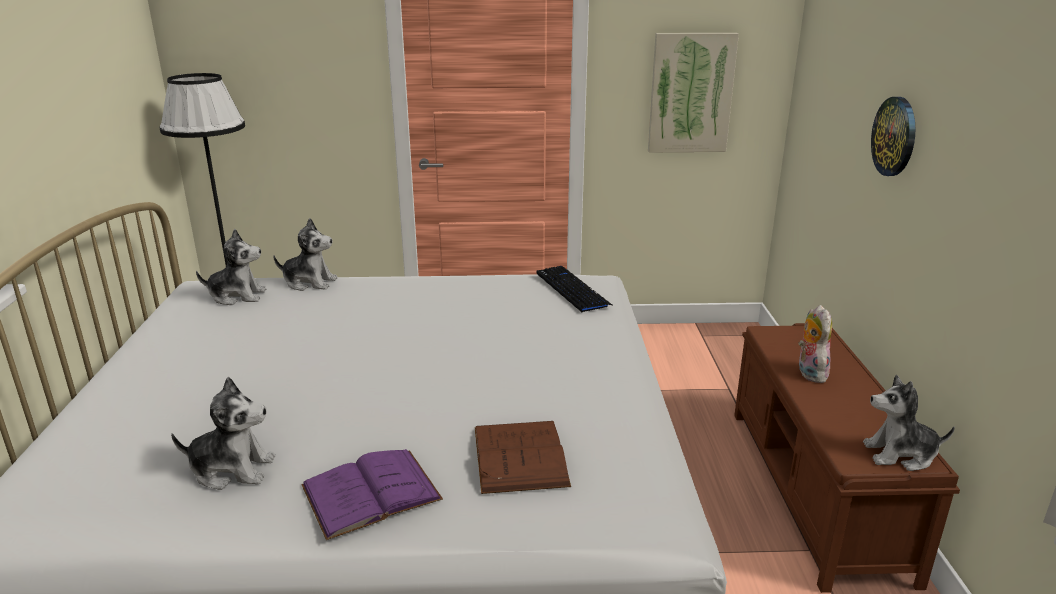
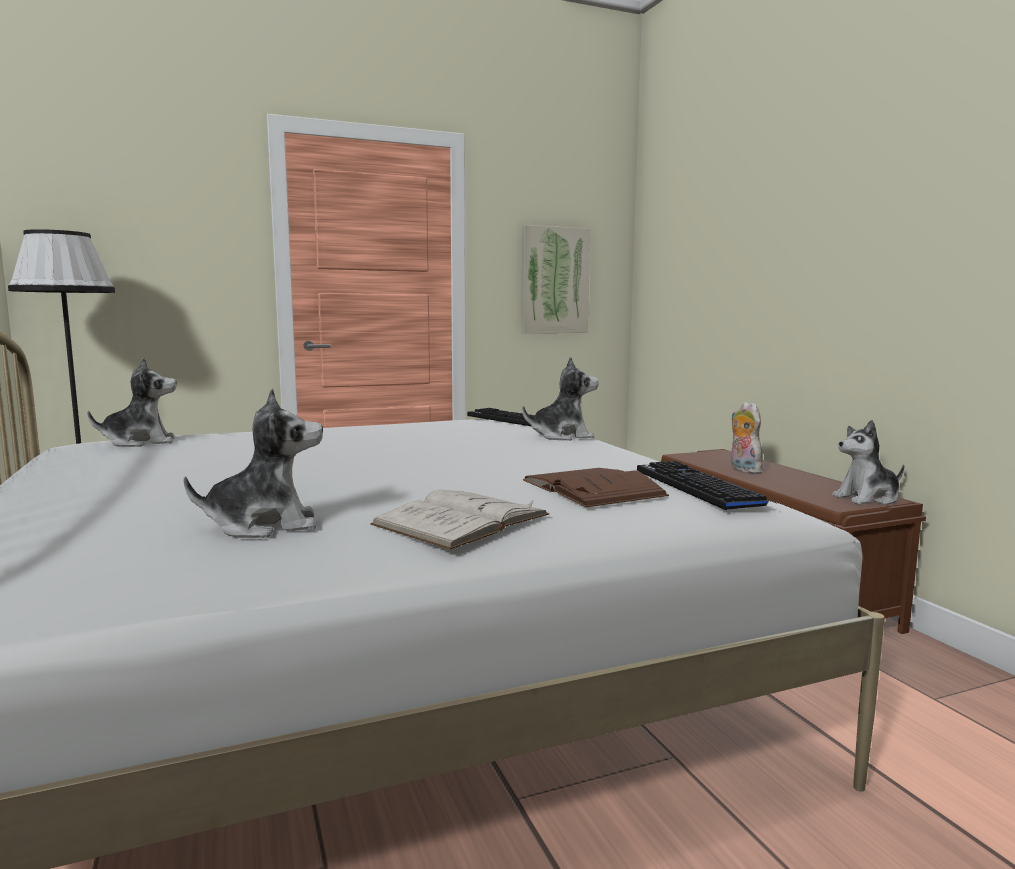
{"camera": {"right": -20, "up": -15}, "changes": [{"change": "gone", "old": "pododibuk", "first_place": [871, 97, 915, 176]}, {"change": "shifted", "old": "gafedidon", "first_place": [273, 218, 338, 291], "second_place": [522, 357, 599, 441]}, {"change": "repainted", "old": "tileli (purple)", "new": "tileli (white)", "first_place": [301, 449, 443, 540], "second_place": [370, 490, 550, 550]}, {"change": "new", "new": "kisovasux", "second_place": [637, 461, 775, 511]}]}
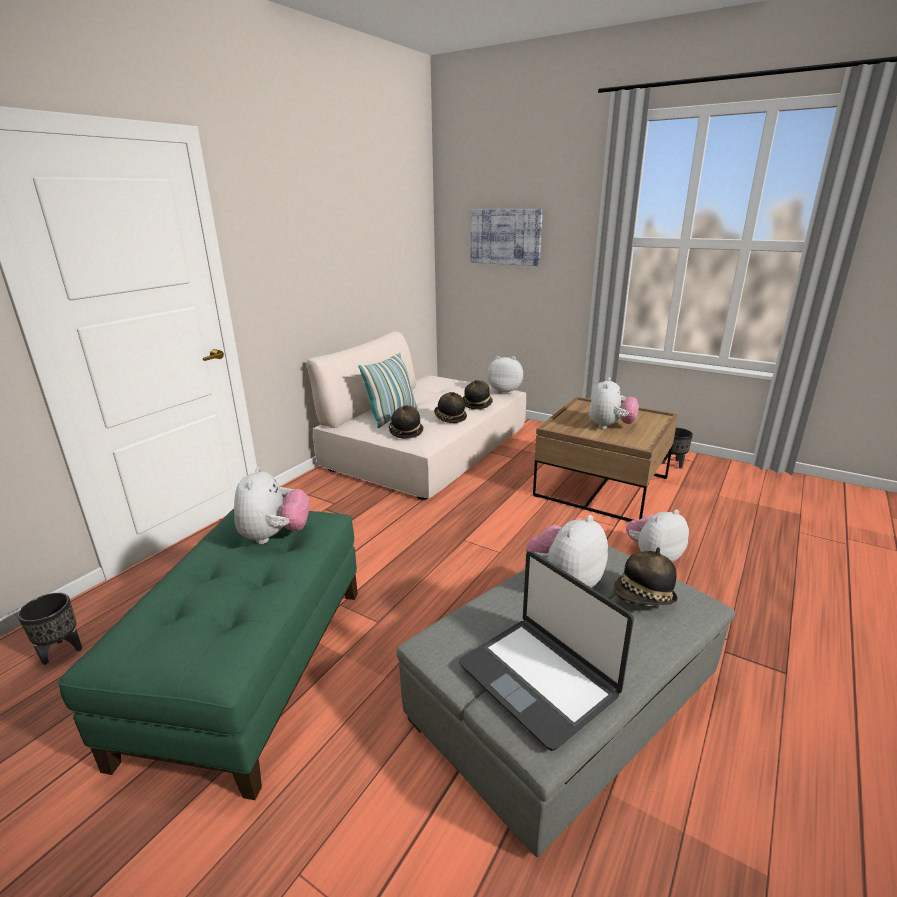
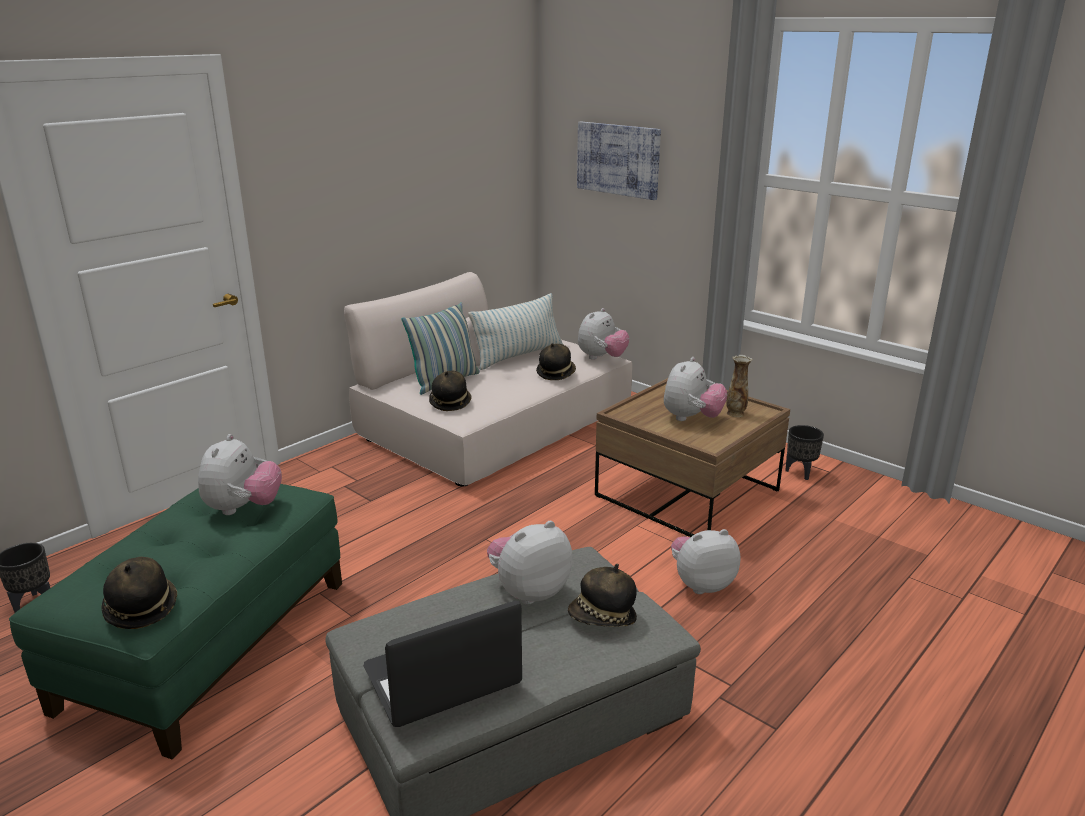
{"camera": {"right": 10, "up": 0}, "changes": [{"change": "rotated", "old": "gafedidon", "first_place": [487, 356, 523, 394], "second_place": [578, 308, 630, 360], "degrees": 105}, {"change": "shifted", "old": "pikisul", "first_place": [434, 392, 467, 423], "second_place": [101, 557, 177, 629]}, {"change": "rotated", "old": "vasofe", "first_place": [459, 551, 634, 751], "second_place": [364, 601, 522, 727], "degrees": 90}, {"change": "new", "new": "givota", "second_place": [468, 293, 563, 370]}, {"change": "new", "new": "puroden", "second_place": [726, 355, 753, 417]}]}
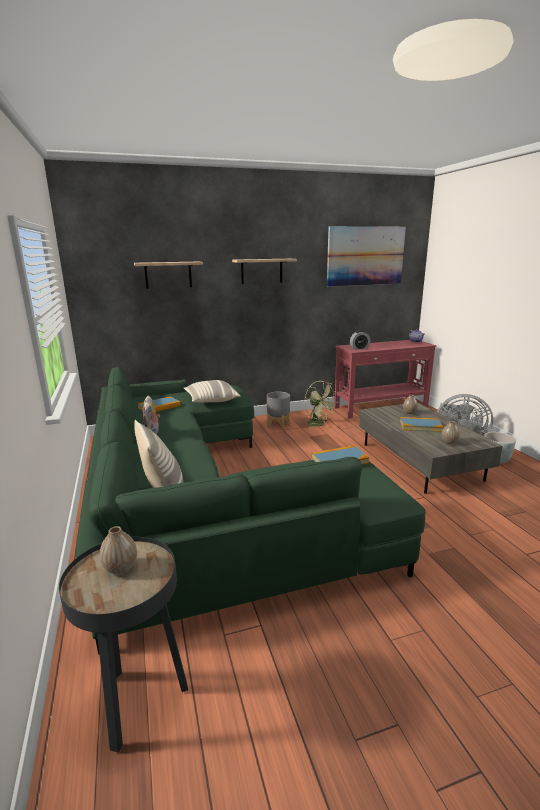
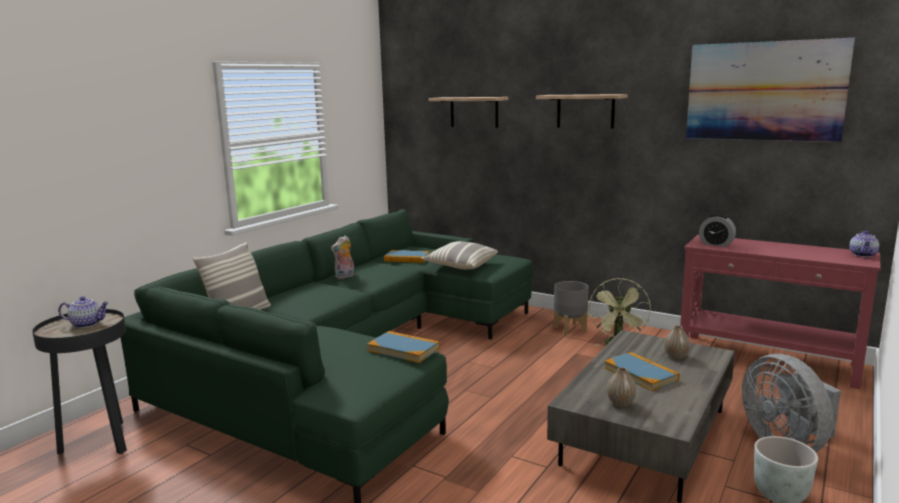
{"camera": {"right": 50, "up": -5}, "changes": [{"change": "swapped", "old": "puroden", "new": "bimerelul", "first_place": [100, 526, 137, 575], "second_place": [58, 296, 109, 328]}]}
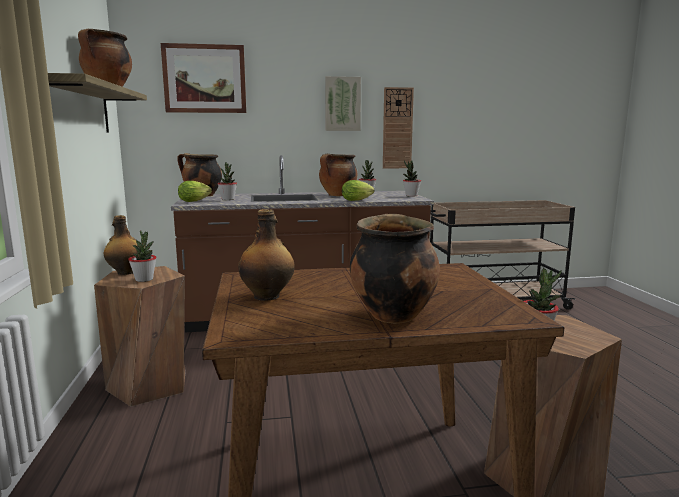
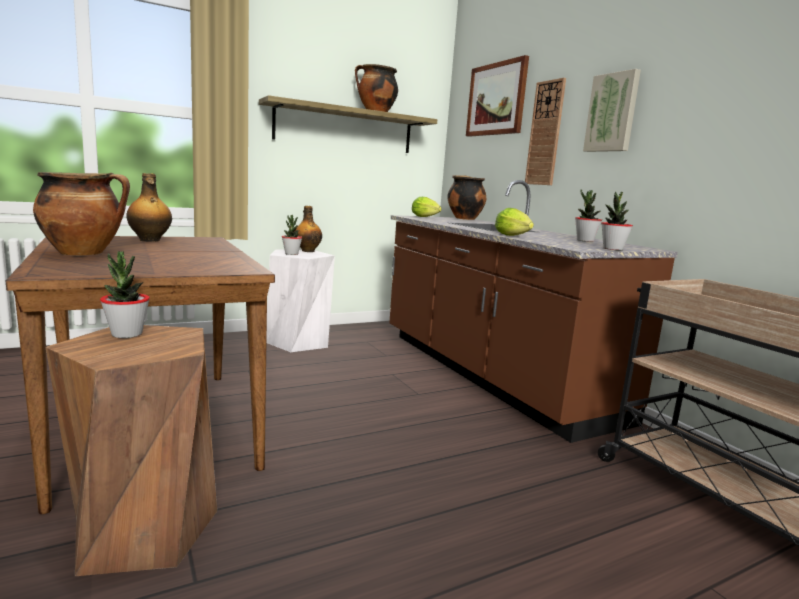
{"camera": {"right": 70, "up": 0}, "changes": [{"change": "shifted", "old": "pododibuk", "first_place": [383, 87, 414, 169], "second_place": [525, 78, 566, 185]}, {"change": "gone", "old": "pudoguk", "first_place": [319, 154, 357, 196]}, {"change": "gone", "old": "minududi", "first_place": [218, 162, 237, 200]}, {"change": "repainted", "old": "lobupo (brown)", "new": "lobupo (white)", "first_place": [94, 266, 186, 407], "second_place": [266, 250, 335, 352]}]}
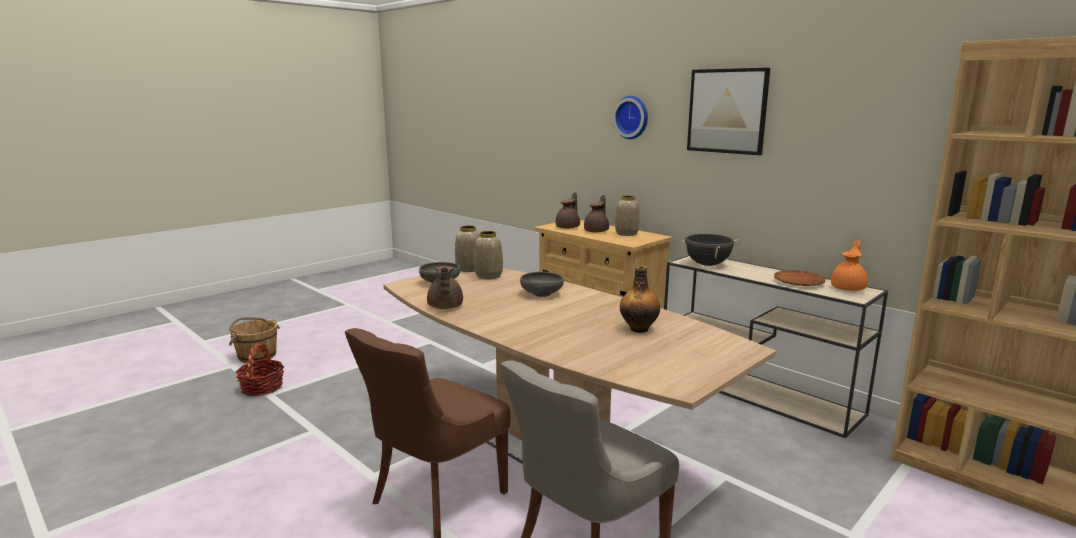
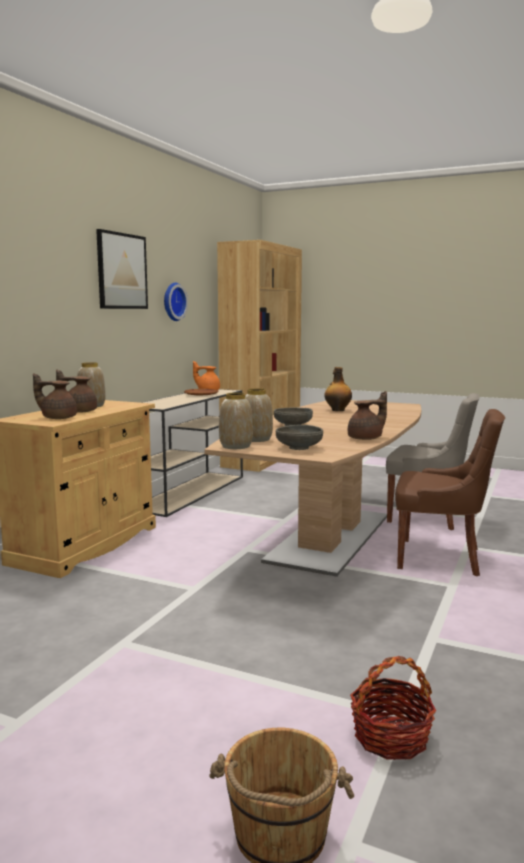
{"camera": {"right": -110, "up": -5}, "changes": [{"change": "shifted", "old": "pododibuk", "first_place": [613, 96, 648, 139], "second_place": [164, 283, 188, 321]}, {"change": "gone", "old": "pudoguk (black)", "first_place": [680, 234, 739, 266]}]}
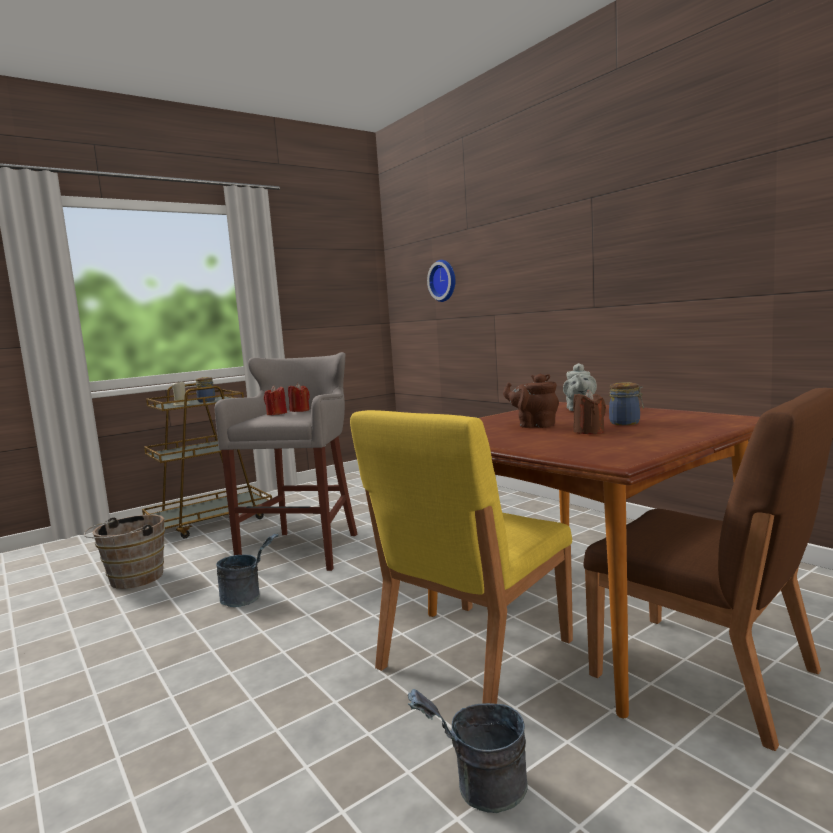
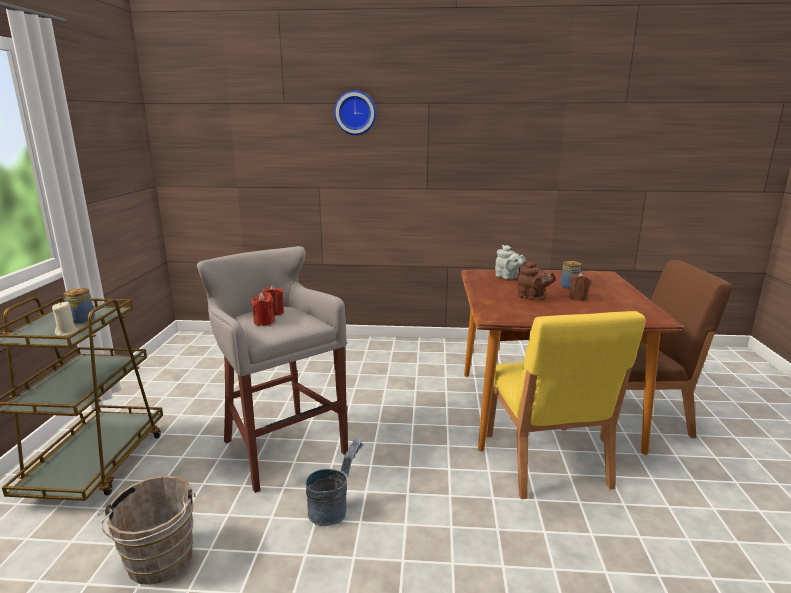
{"camera": {"right": -50, "up": 10}, "changes": [{"change": "shifted", "old": "pododibuk", "first_place": [427, 260, 455, 302], "second_place": [334, 90, 376, 135]}, {"change": "rotated", "old": "bimerelul (brown)", "first_place": [503, 373, 559, 428], "second_place": [517, 261, 556, 300], "degrees": -120}, {"change": "gone", "old": "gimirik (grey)", "first_place": [408, 689, 528, 813]}]}
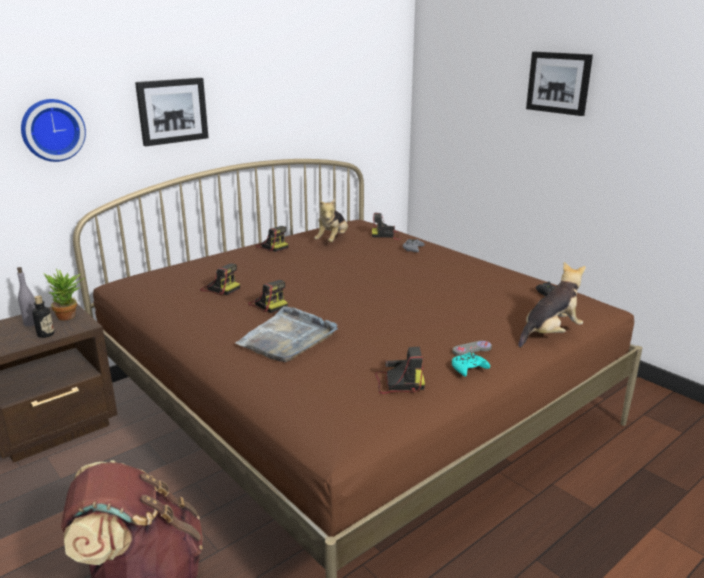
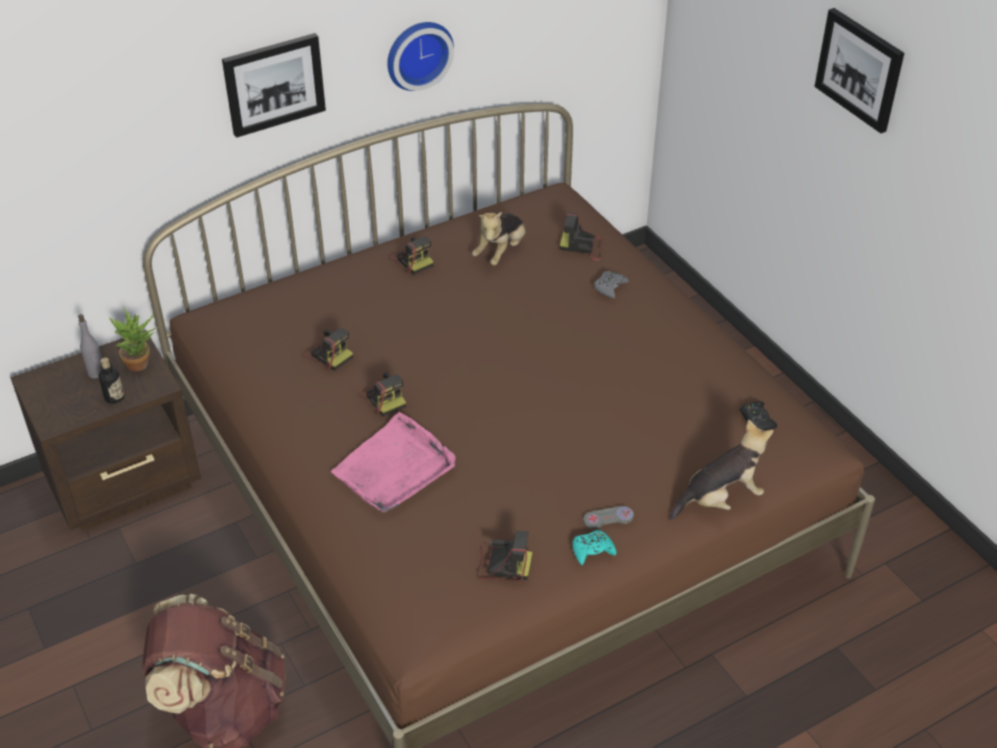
{"camera": {"right": 10, "up": 20}, "changes": [{"change": "shifted", "old": "pododibuk", "first_place": [21, 99, 86, 162], "second_place": [387, 22, 454, 91]}, {"change": "repainted", "old": "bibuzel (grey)", "new": "bibuzel (pink)", "first_place": [235, 306, 338, 362], "second_place": [331, 412, 455, 513]}]}
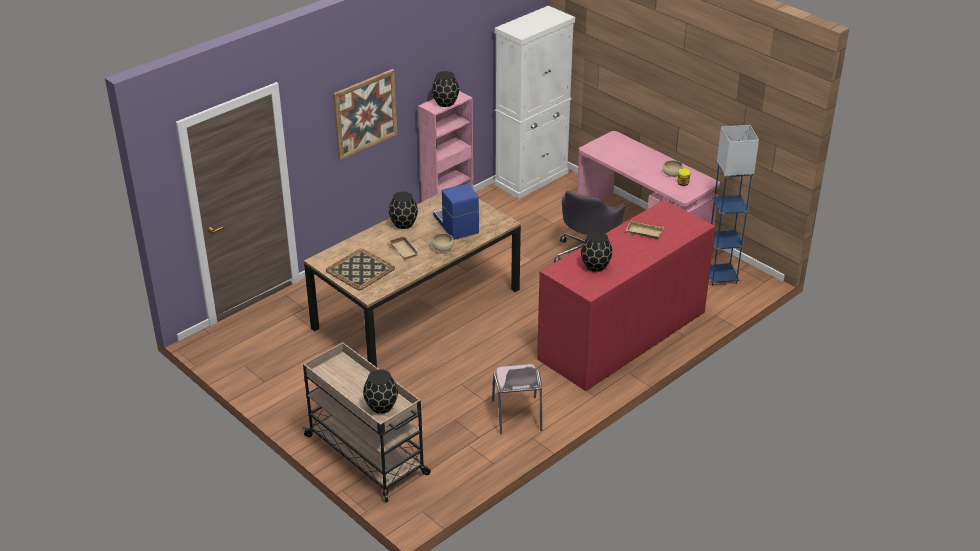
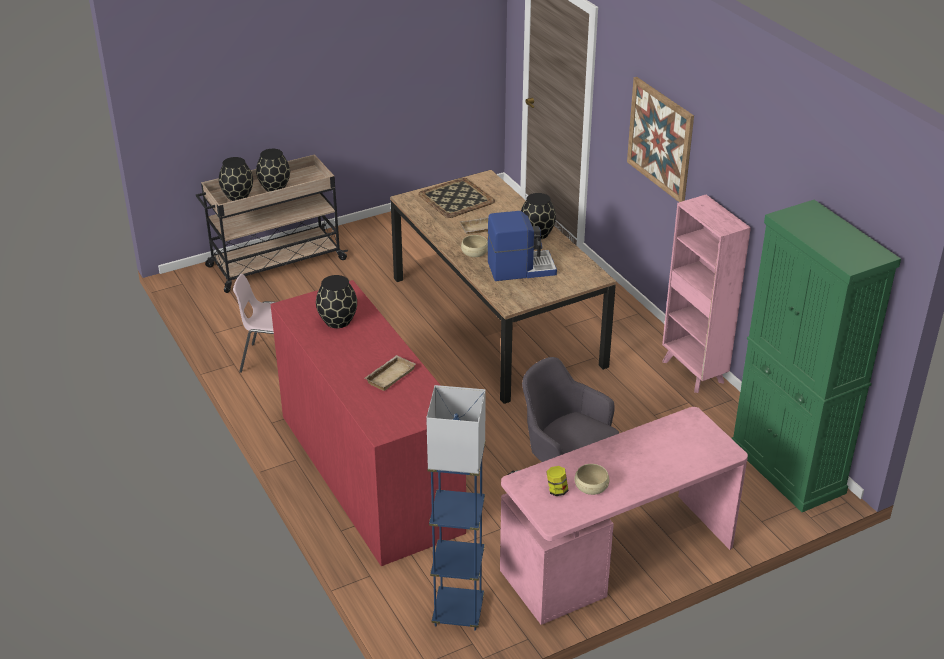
{"camera": {"right": 105, "up": 0}, "changes": [{"change": "repainted", "old": "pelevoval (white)", "new": "pelevoval (green)", "first_place": [495, 6, 575, 199], "second_place": [731, 200, 901, 512]}, {"change": "shifted", "old": "puroden (black)", "first_place": [432, 71, 459, 107], "second_place": [256, 149, 290, 192]}]}
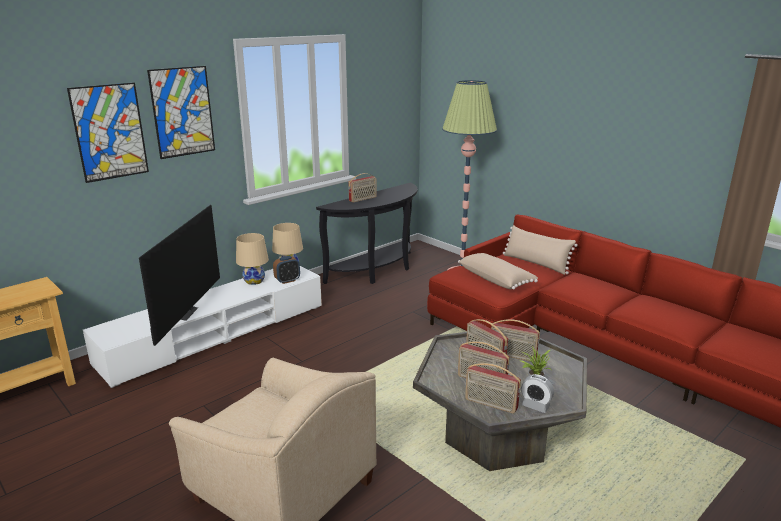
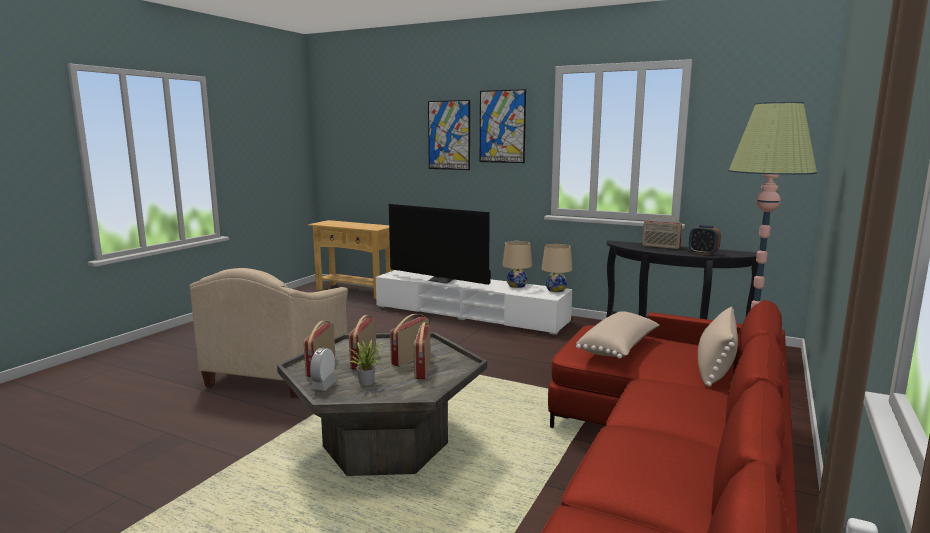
{"camera": {"right": 70, "up": -10}, "changes": [{"change": "rotated", "old": "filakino", "first_place": [139, 205, 220, 346], "second_place": [389, 204, 491, 285], "degrees": 45}, {"change": "shifted", "old": "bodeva", "first_place": [273, 256, 300, 284], "second_place": [689, 225, 721, 255]}]}
